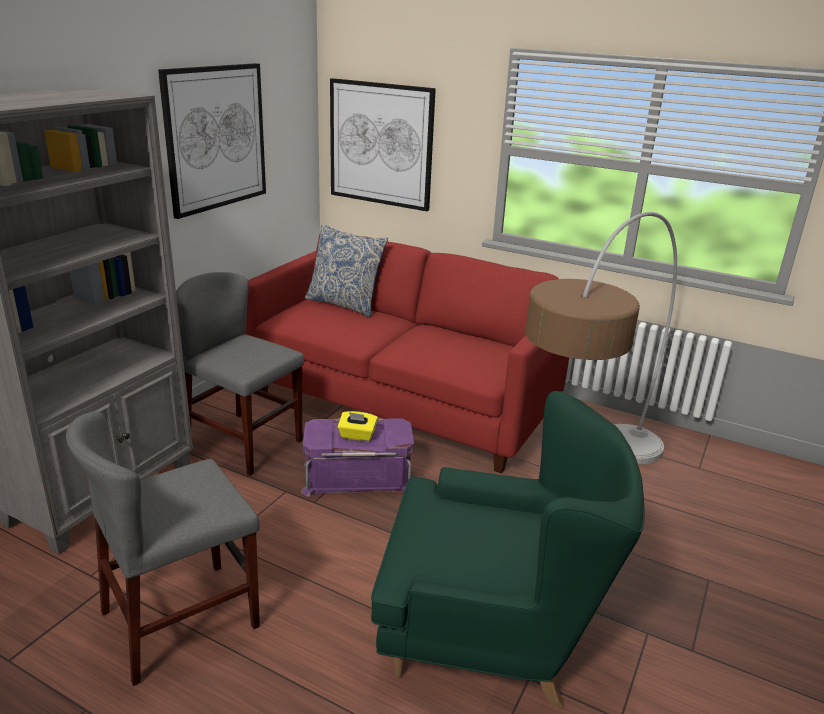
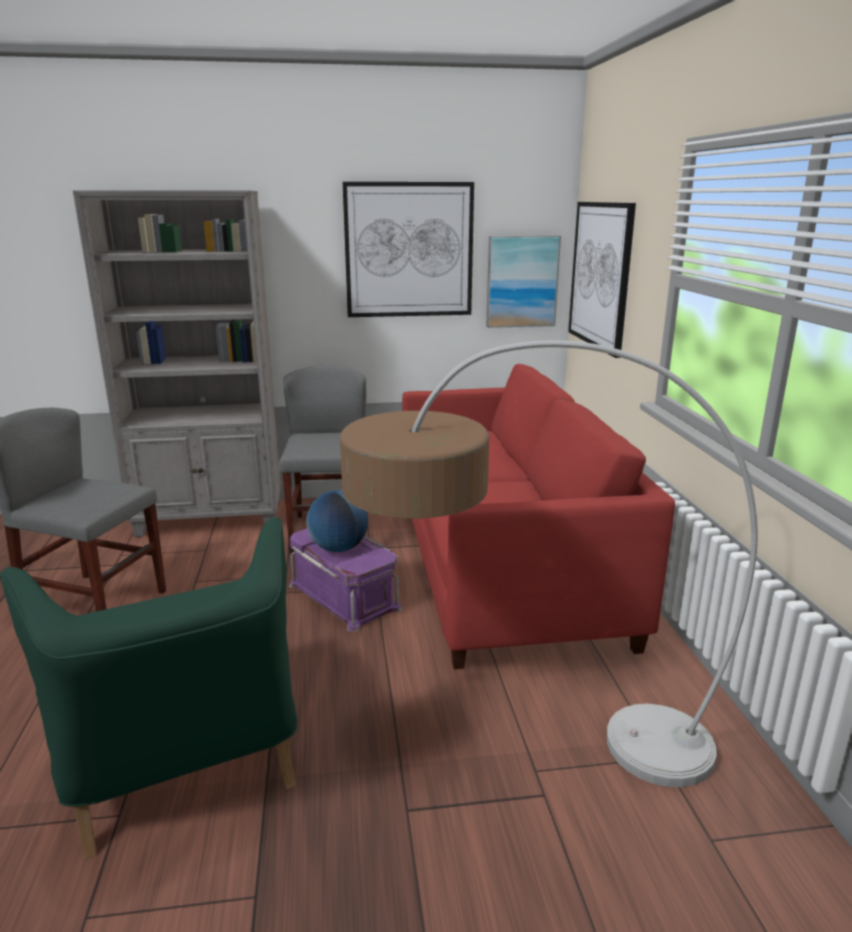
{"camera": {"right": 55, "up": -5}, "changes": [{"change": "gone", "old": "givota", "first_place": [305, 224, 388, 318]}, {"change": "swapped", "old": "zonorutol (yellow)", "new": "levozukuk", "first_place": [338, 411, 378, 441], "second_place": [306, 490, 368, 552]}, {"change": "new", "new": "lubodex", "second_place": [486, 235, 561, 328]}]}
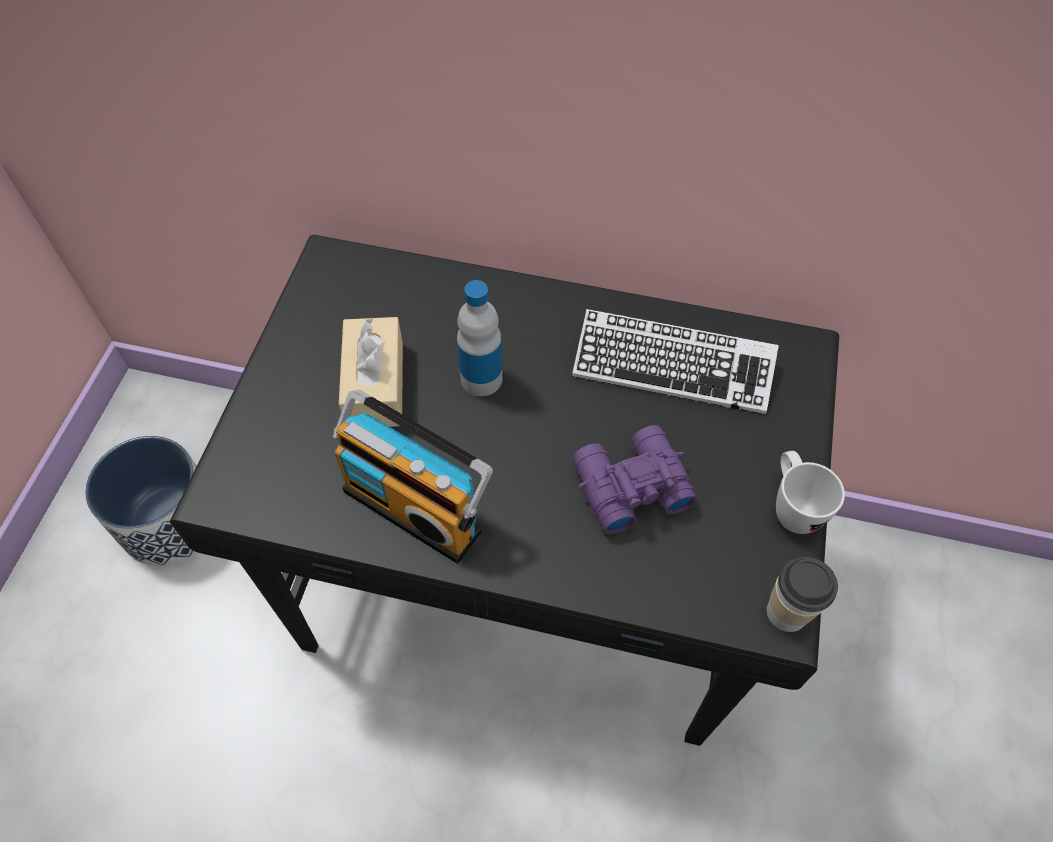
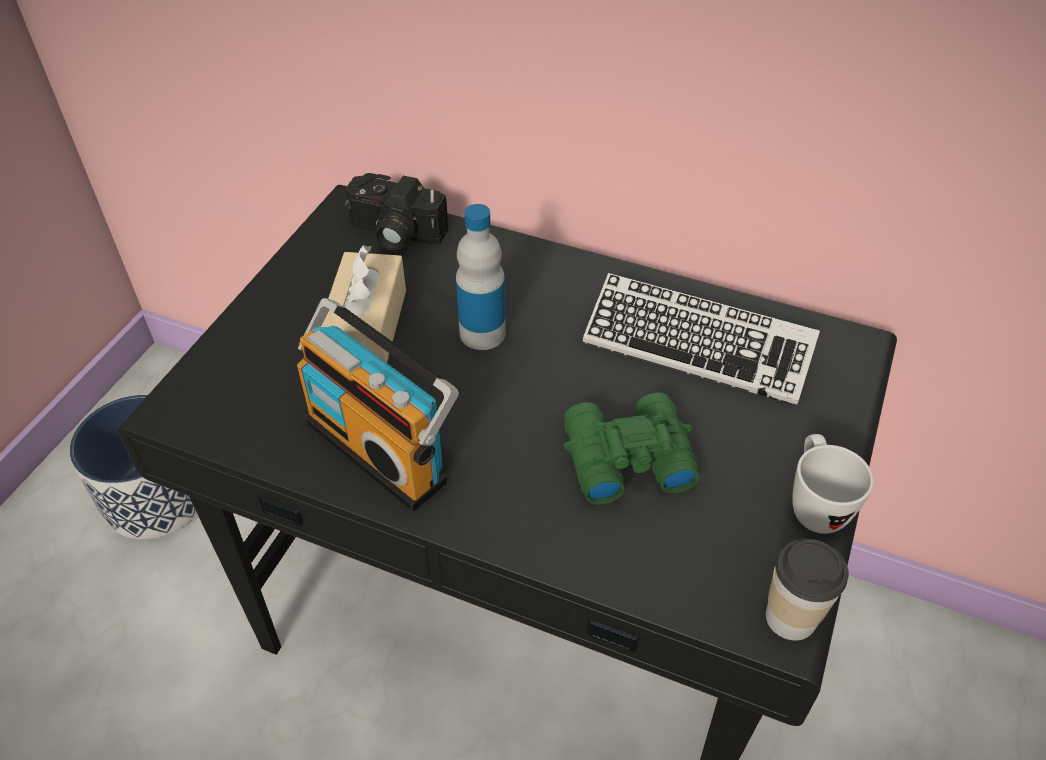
{"camera": {"right": 10, "up": -10}, "changes": [{"change": "repainted", "old": "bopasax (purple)", "new": "bopasax (green)", "first_place": [572, 425, 697, 535], "second_place": [563, 392, 699, 505]}, {"change": "new", "new": "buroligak", "second_place": [345, 173, 449, 251]}]}
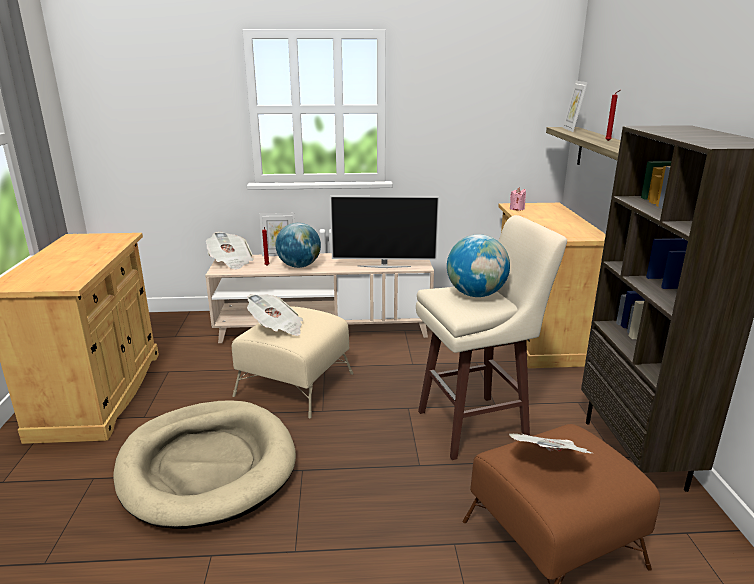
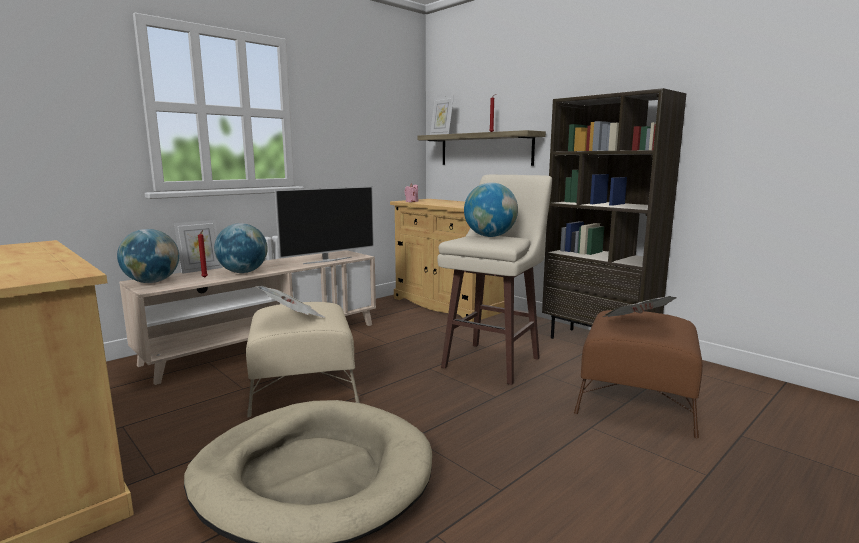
{"camera": {"right": -40, "up": -10}, "changes": [{"change": "swapped", "old": "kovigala", "new": "levozukuk", "first_place": [206, 232, 254, 270], "second_place": [117, 229, 179, 283]}]}
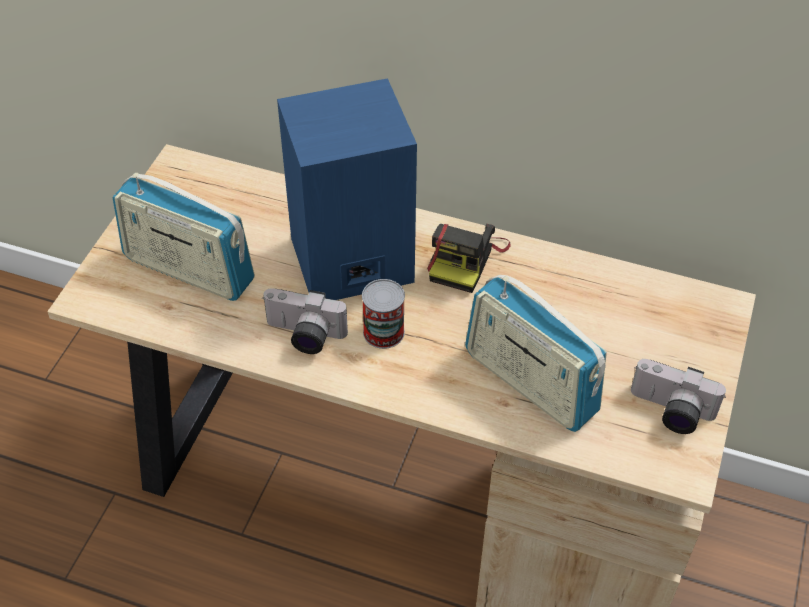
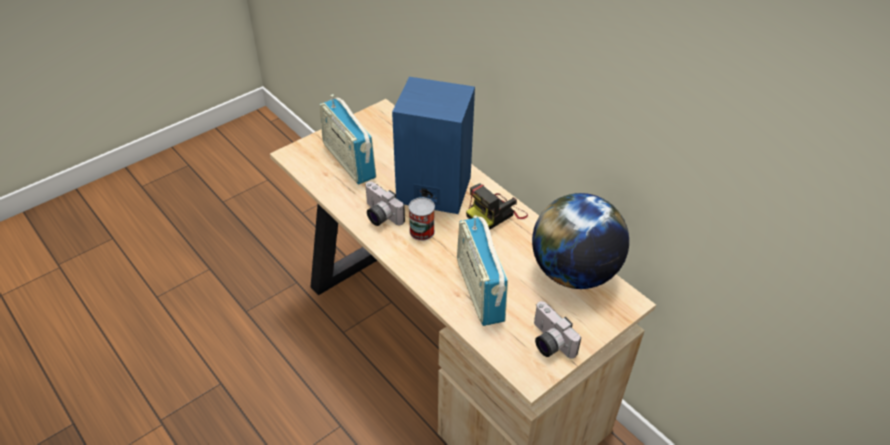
{"camera": {"right": 30, "up": -5}, "changes": [{"change": "new", "new": "levozukuk", "second_place": [532, 193, 629, 289]}]}
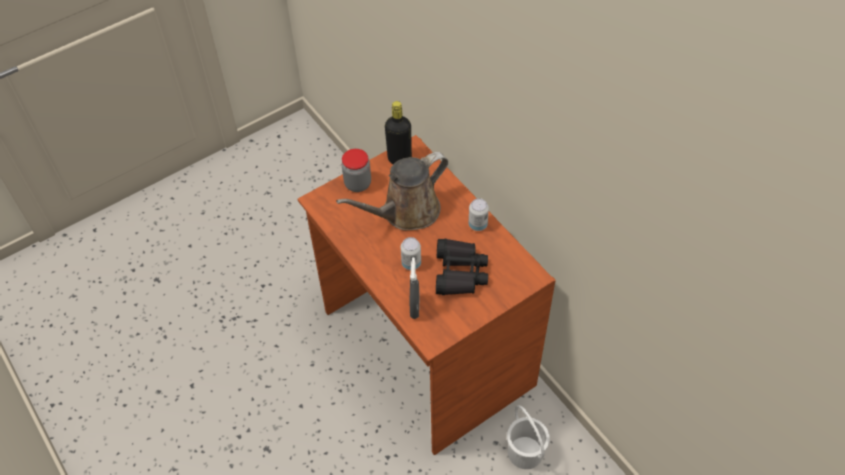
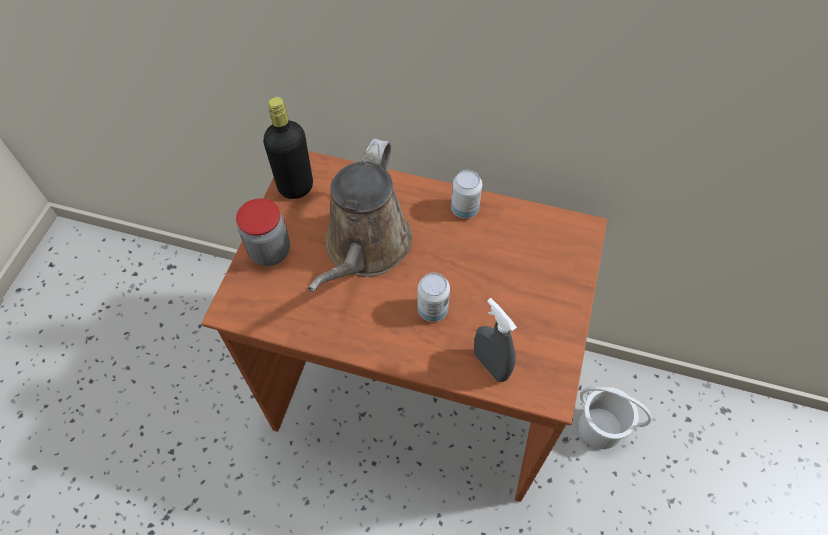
{"camera": {"right": -40, "up": 5}, "changes": [{"change": "gone", "old": "bopasax (black)", "first_place": [436, 239, 488, 295]}]}
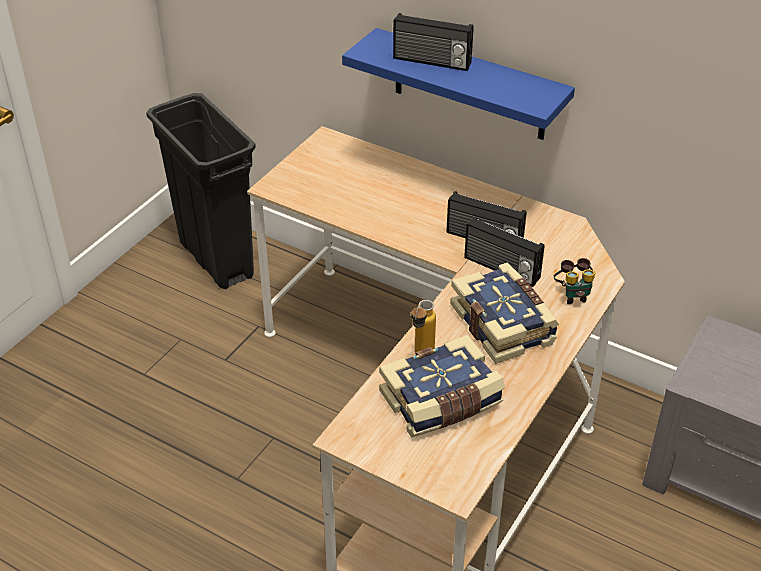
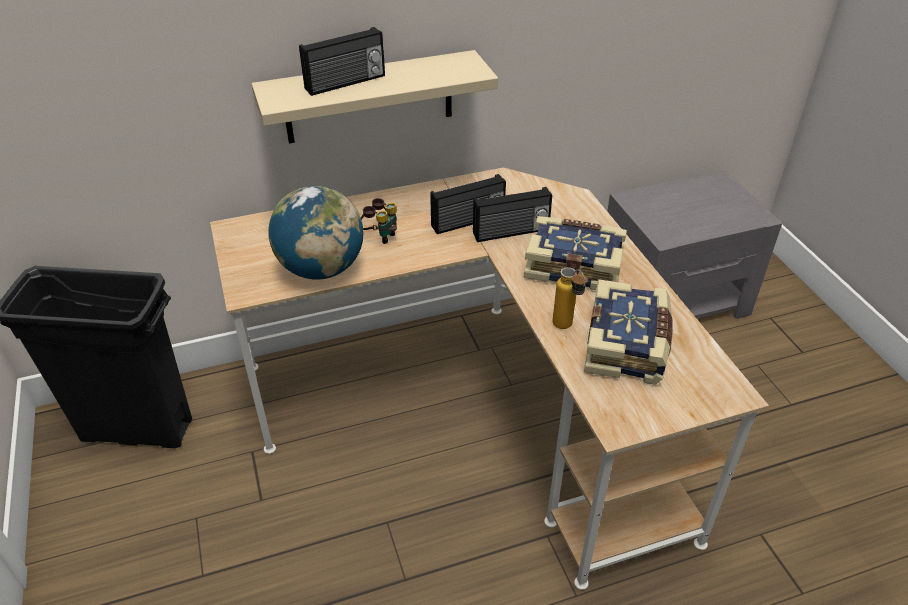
{"camera": {"right": -50, "up": 0}, "changes": [{"change": "repainted", "old": "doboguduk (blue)", "new": "doboguduk (beige)", "first_place": [342, 28, 575, 140], "second_place": [251, 50, 498, 143]}, {"change": "shifted", "old": "bopasax", "first_place": [554, 258, 595, 304], "second_place": [361, 198, 397, 244]}, {"change": "new", "new": "levozukuk", "second_place": [268, 186, 363, 279]}]}
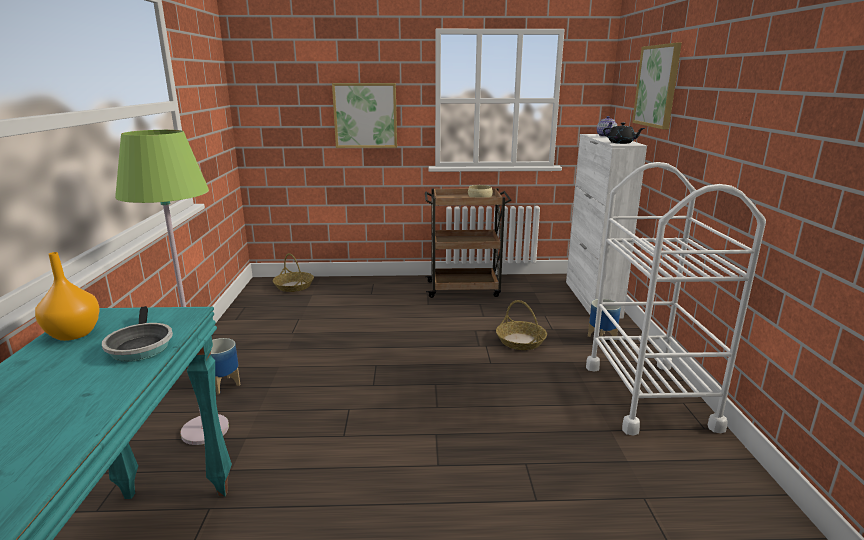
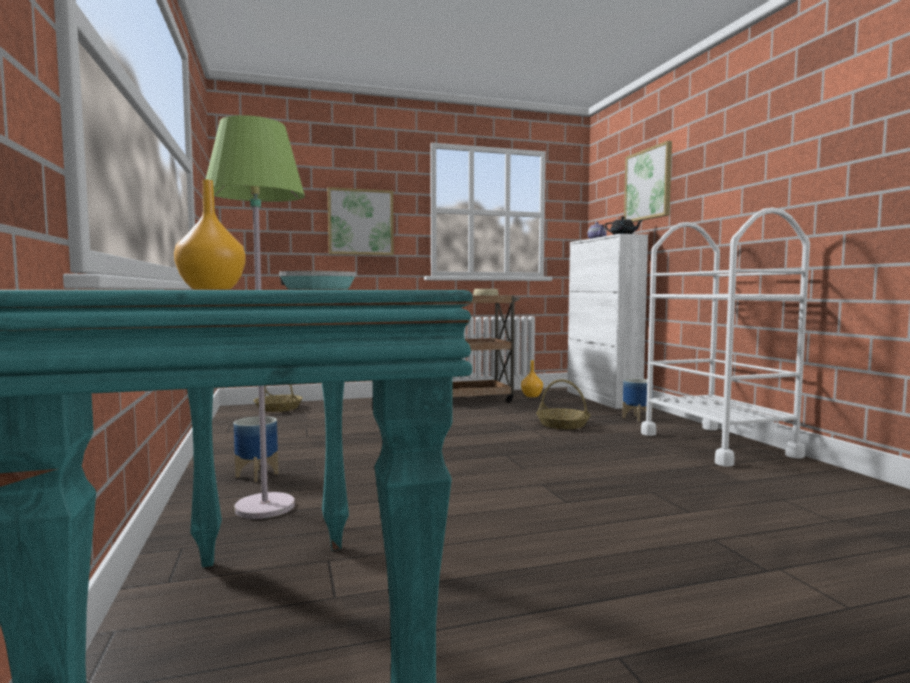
{"camera": {"right": -15, "up": -15}, "changes": [{"change": "new", "new": "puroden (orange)", "second_place": [521, 360, 543, 397]}]}
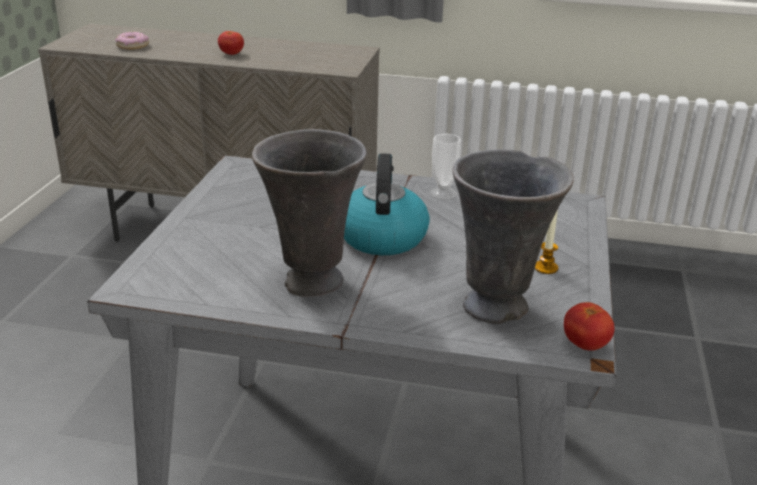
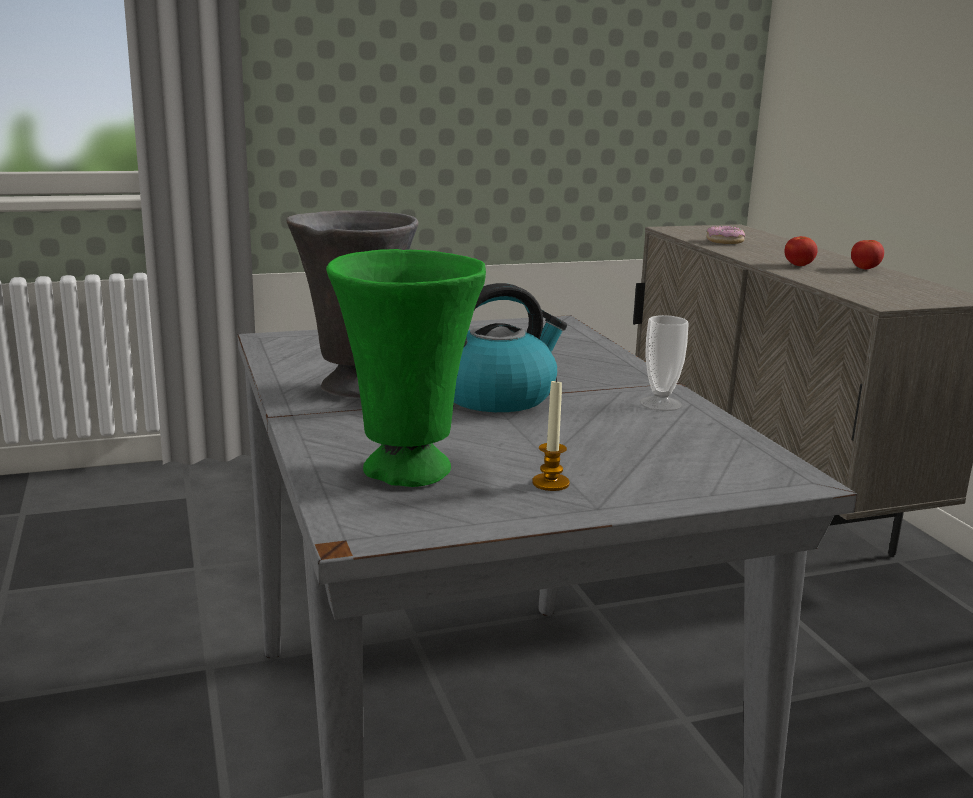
{"camera": {"right": 60, "up": -10}, "changes": [{"change": "repainted", "old": "puroden (grey)", "new": "puroden (green)", "first_place": [452, 149, 574, 324], "second_place": [326, 249, 486, 487]}, {"change": "shifted", "old": "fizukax", "first_place": [564, 302, 614, 351], "second_place": [851, 240, 884, 270]}]}
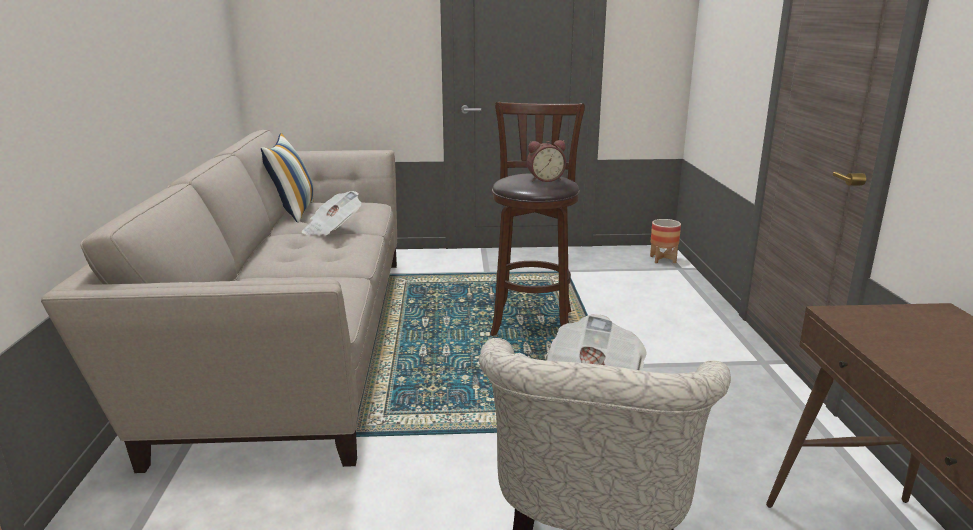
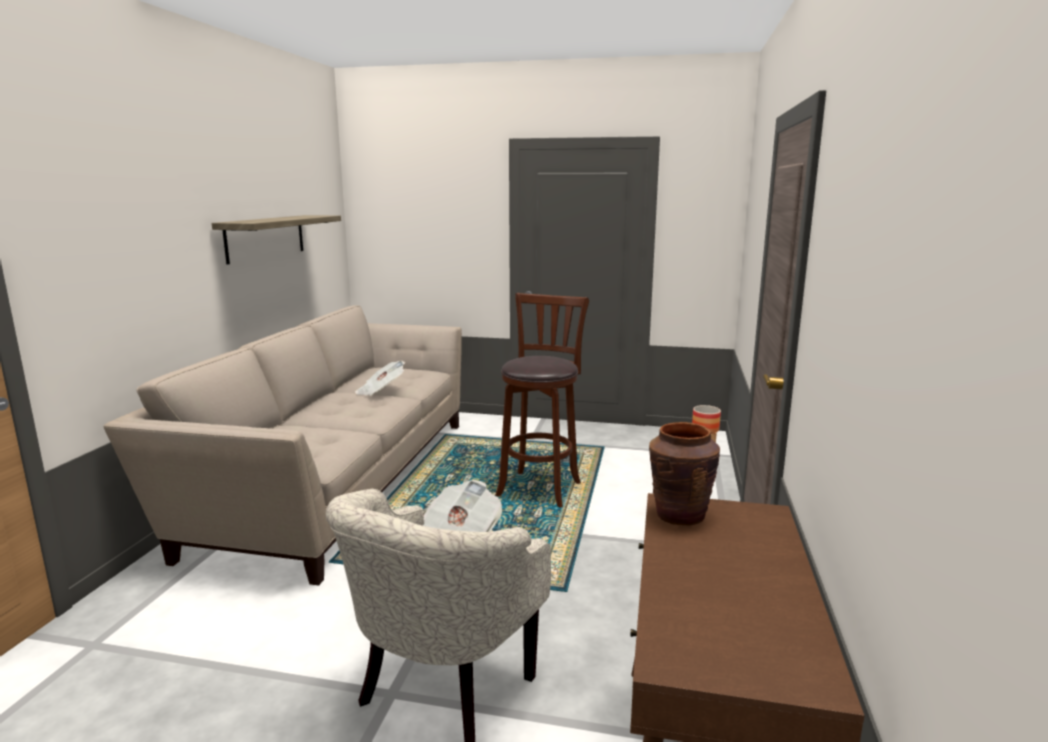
{"camera": {"right": 15, "up": -5}, "changes": [{"change": "gone", "old": "givota", "first_place": [261, 133, 314, 223]}, {"change": "gone", "old": "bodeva", "first_place": [527, 140, 566, 182]}, {"change": "new", "new": "doboguduk", "second_place": [212, 215, 341, 264]}, {"change": "new", "new": "puroden (brown)", "second_place": [649, 422, 720, 526]}]}
